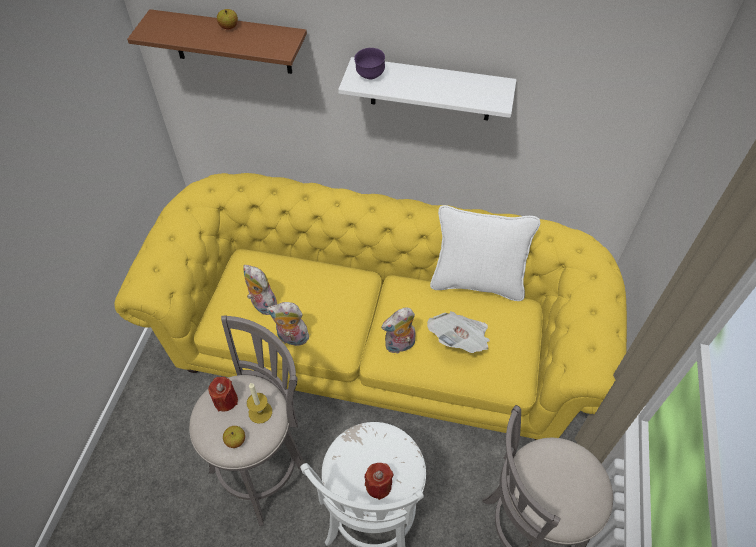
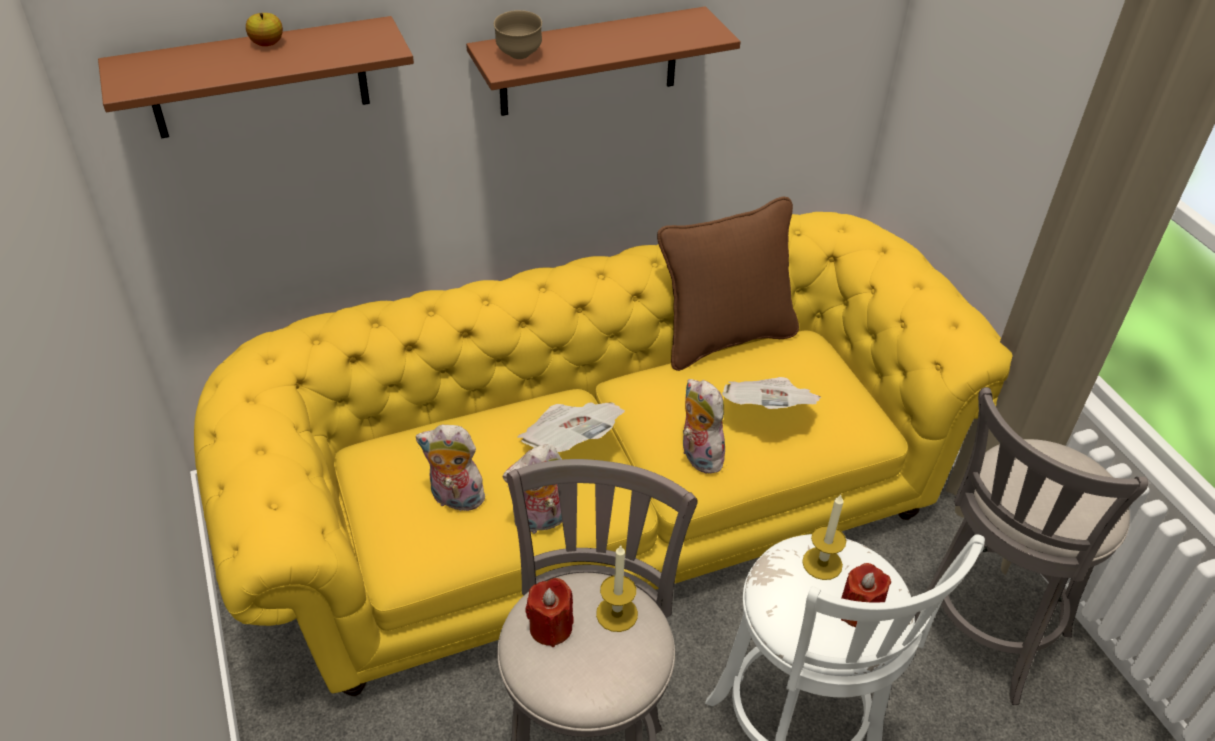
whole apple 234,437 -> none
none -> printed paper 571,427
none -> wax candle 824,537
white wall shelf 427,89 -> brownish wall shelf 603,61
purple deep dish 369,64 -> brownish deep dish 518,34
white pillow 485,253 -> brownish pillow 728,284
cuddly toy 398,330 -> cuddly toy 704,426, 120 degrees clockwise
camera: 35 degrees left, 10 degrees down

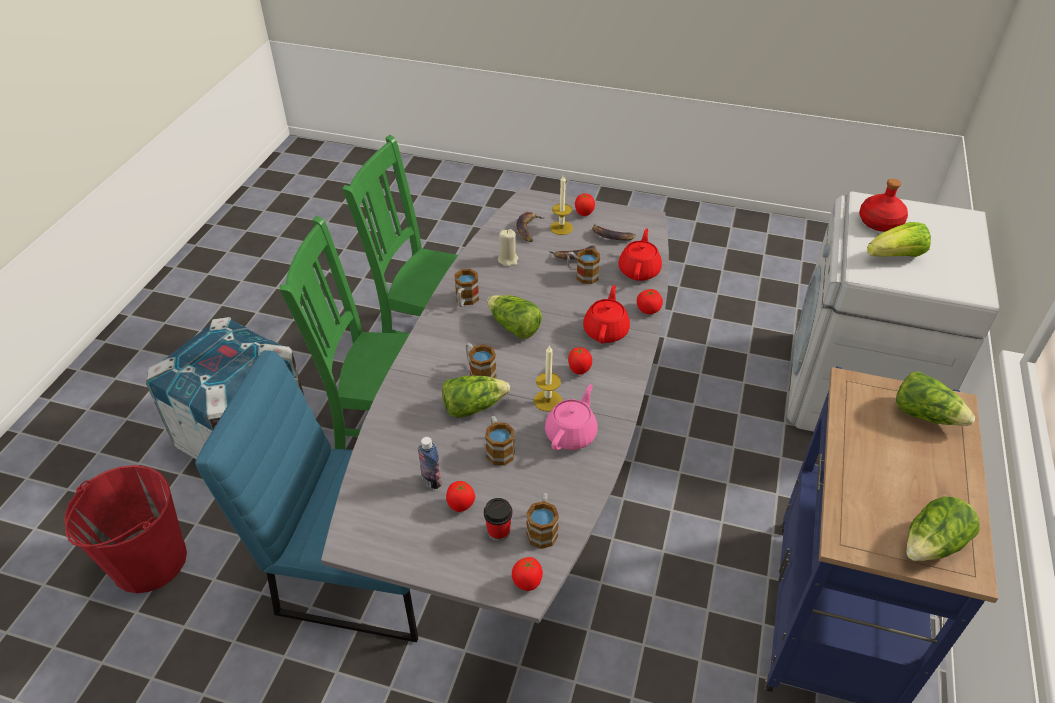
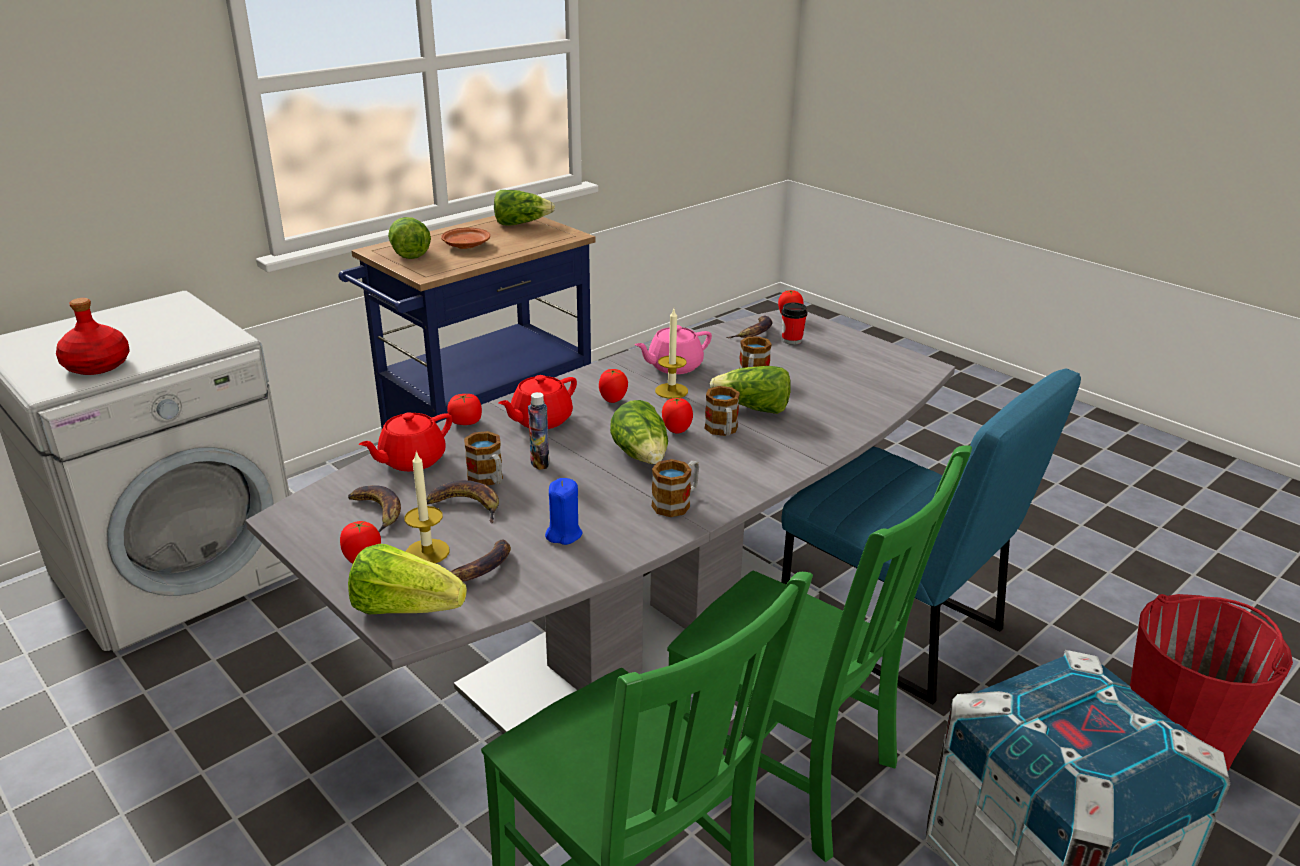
none -> brownish plate 465,238
drink bottle 430,463 -> drink bottle 538,431, moved
tomato 460,496 -> tomato 677,416, moved
lettuce head 899,239 -> lettuce head 407,579, moved
tea mug 542,521 -> banana 749,327
beige wax candle 508,248 -> blue-coloured wax candle 564,511
camera: 150 degrees left, 15 degrees down

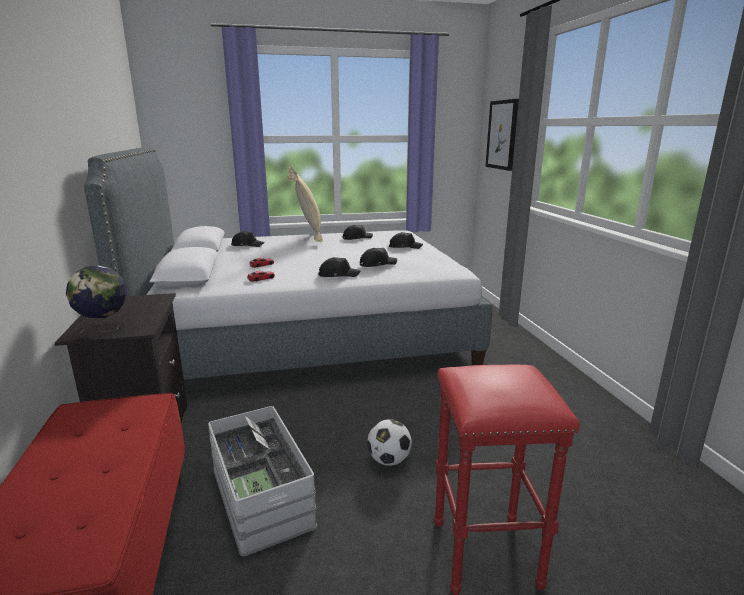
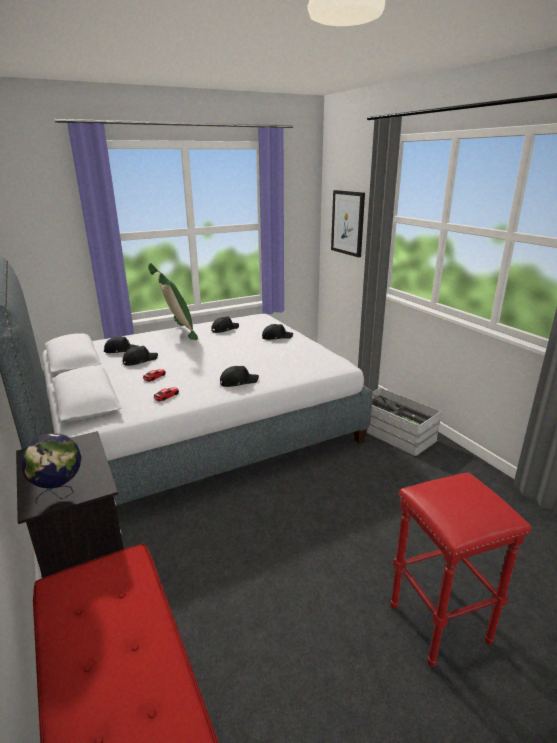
ball for football 389,442 -> none
greyish storage box 263,481 -> greyish storage box 404,422, moved
blackish baseball cap 378,257 -> blackish baseball cap 140,356, moved
beige pillow 305,204 -> green-coloured pillow 173,301
camera: 15 degrees left, 5 degrees up

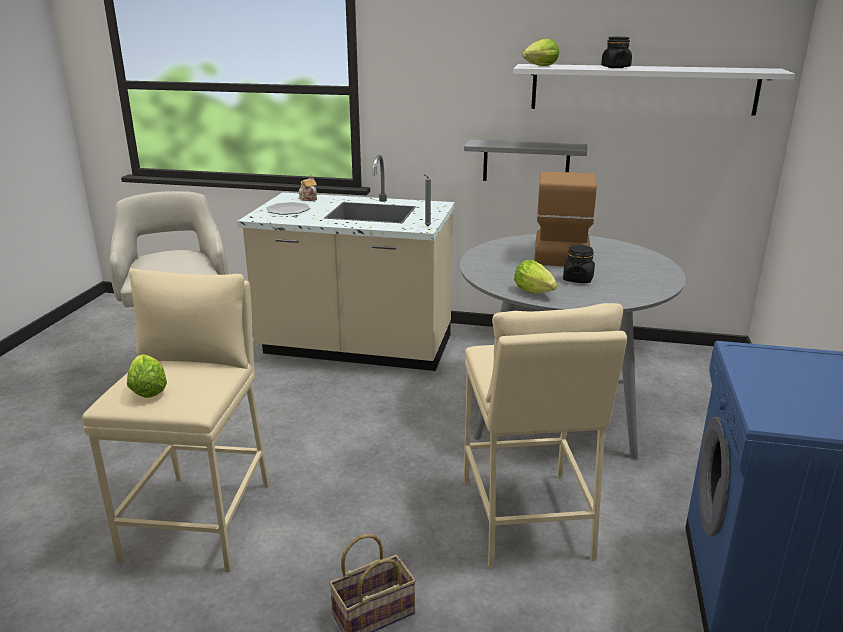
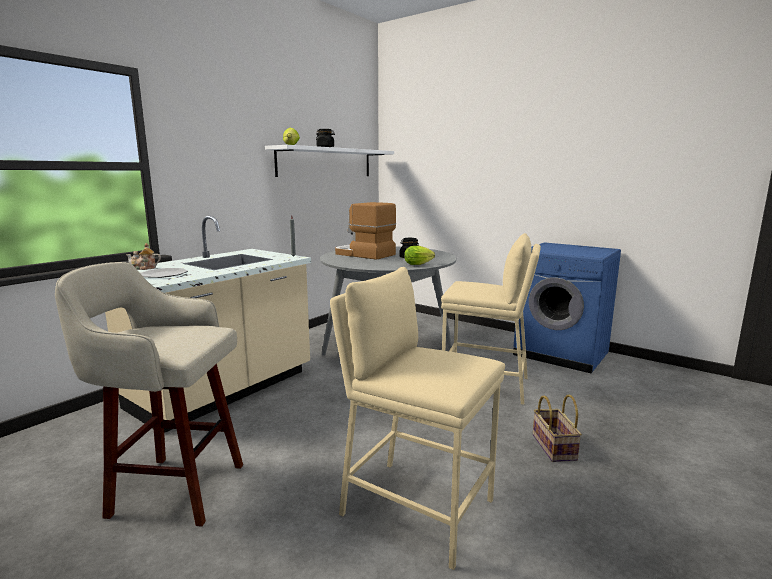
lettuce head 147,376 -> none
greyish wall shelf 525,160 -> none
camera: 65 degrees left, 10 degrees down

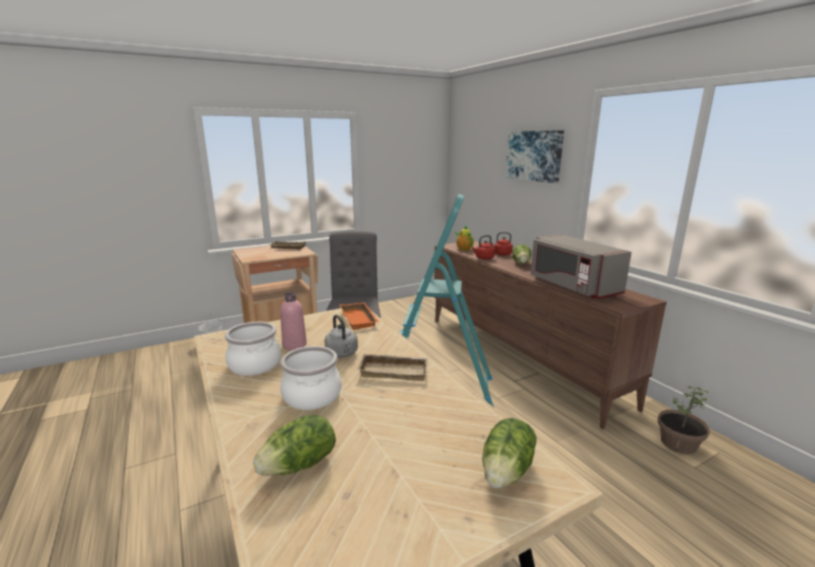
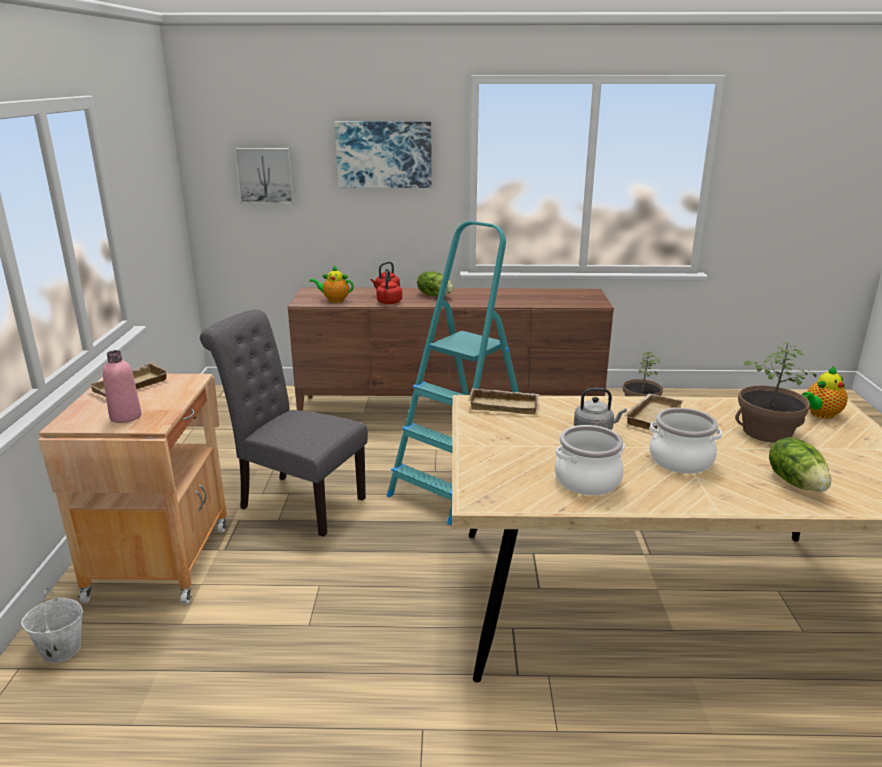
greyish microwave 581,266 -> none
none -> wall picture 264,176
none -> houseplant 776,392
pink drink bottle 293,321 -> pink drink bottle 122,386, moved
lettuce head 509,453 -> tea pot 825,392
orangey tray 359,316 -> beige tray 503,401
camera: 60 degrees left, 5 degrees up

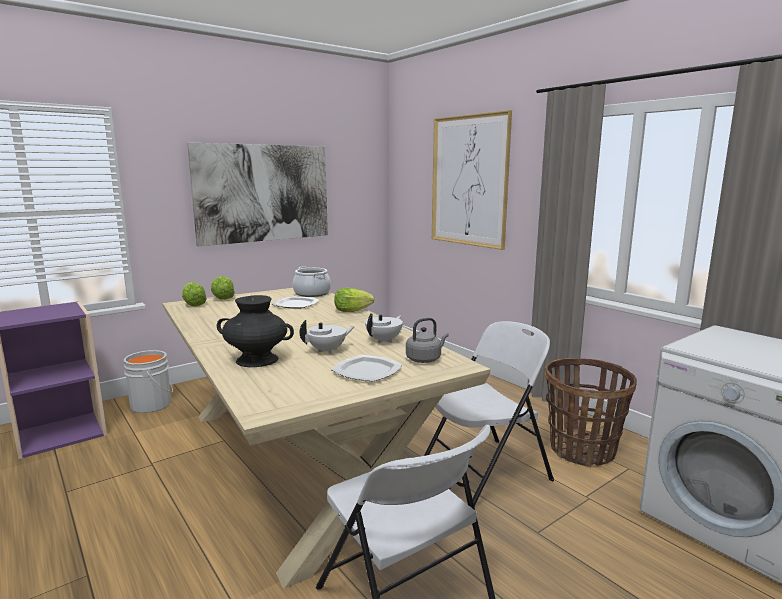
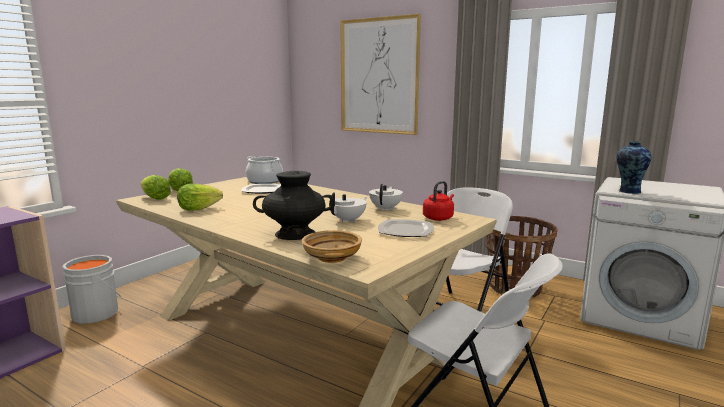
wall picture 257,194 -> none
none -> beige deep dish 332,246
none -> decorative vase 633,167
lettuce head 354,300 -> lettuce head 200,197, moved
greyish tea kettle 427,340 -> reddish tea kettle 438,201
camera: 20 degrees left, 0 degrees up

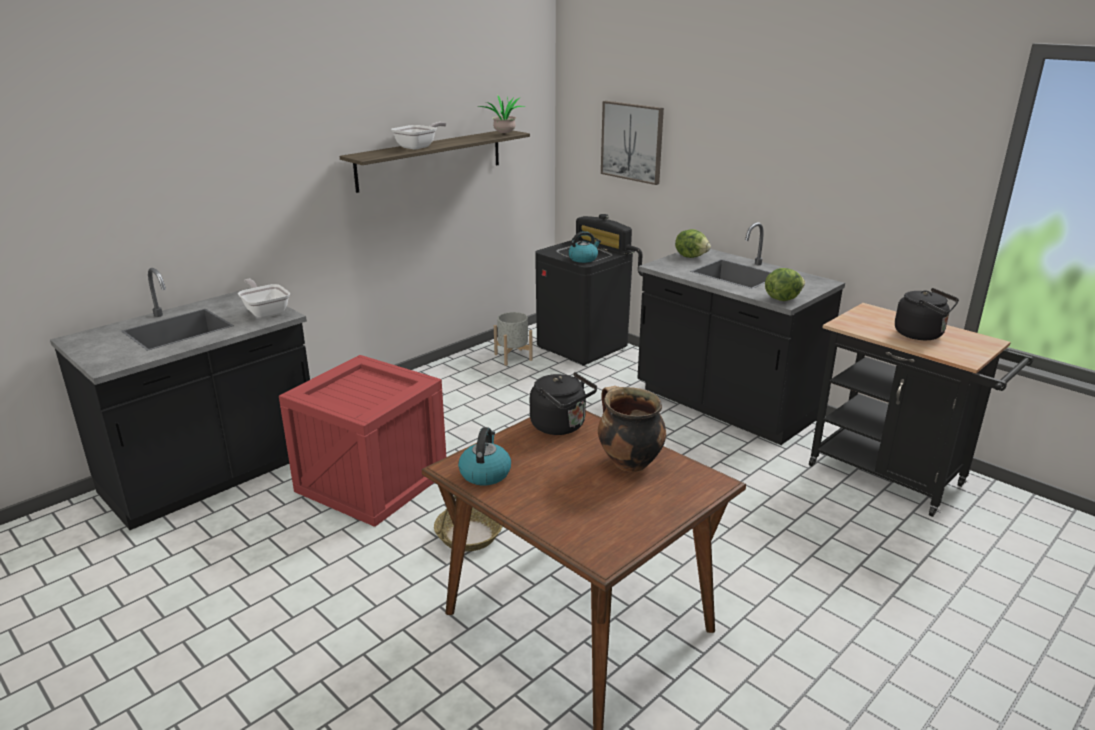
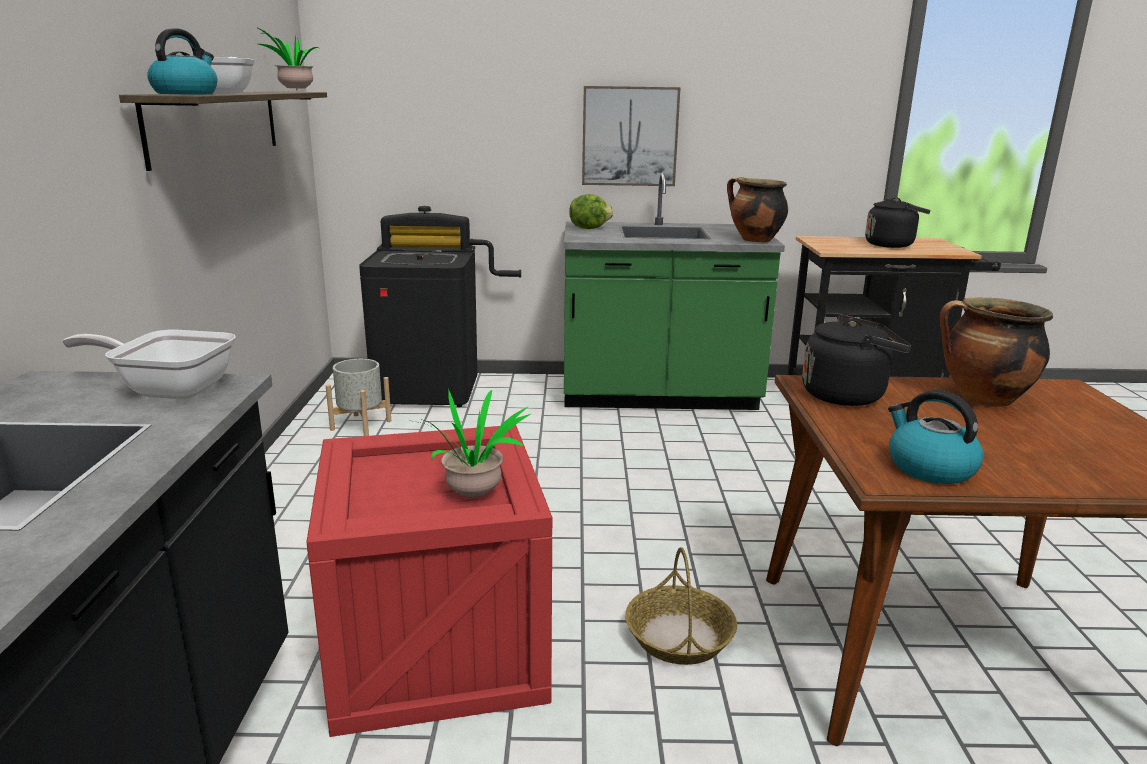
none -> houseplant 472,443
tea kettle 584,247 -> tea kettle 182,61, moved
wall picture 632,143 -> wall picture 631,136, moved
lettuce head 785,284 -> cooking pot 757,209
blackish counter 741,333 -> green-coloured counter 674,291
camera: 45 degrees left, 5 degrees down

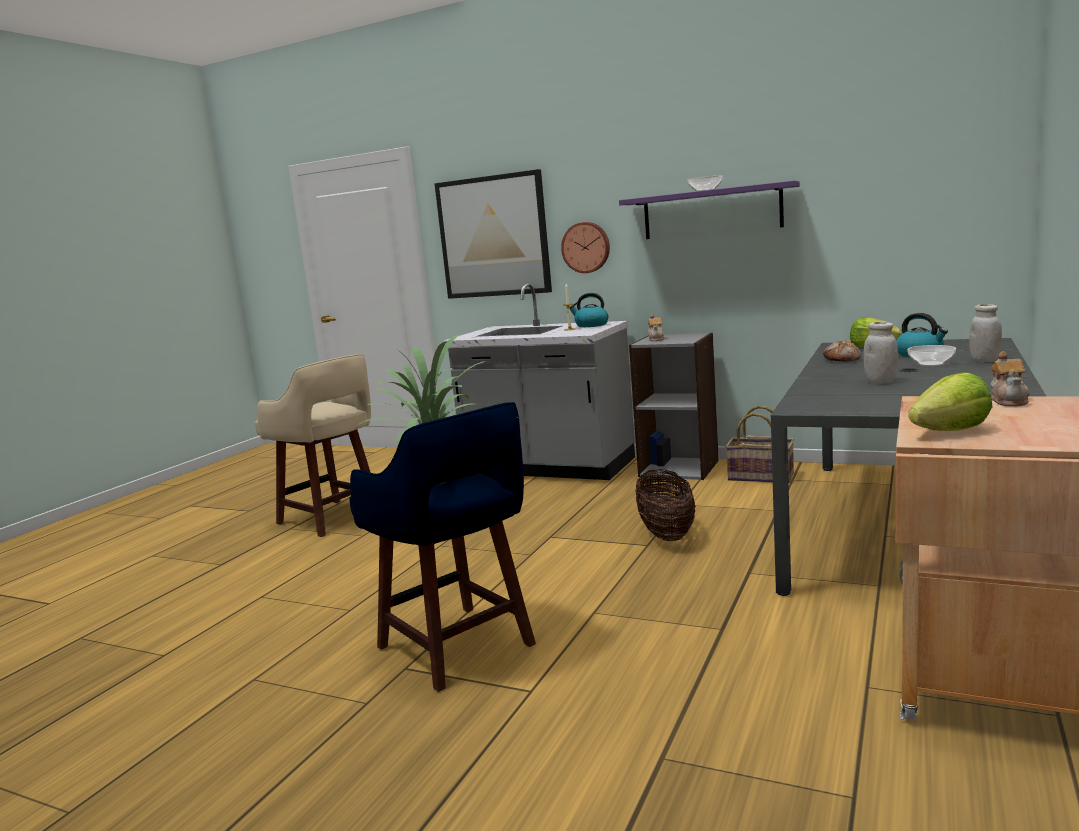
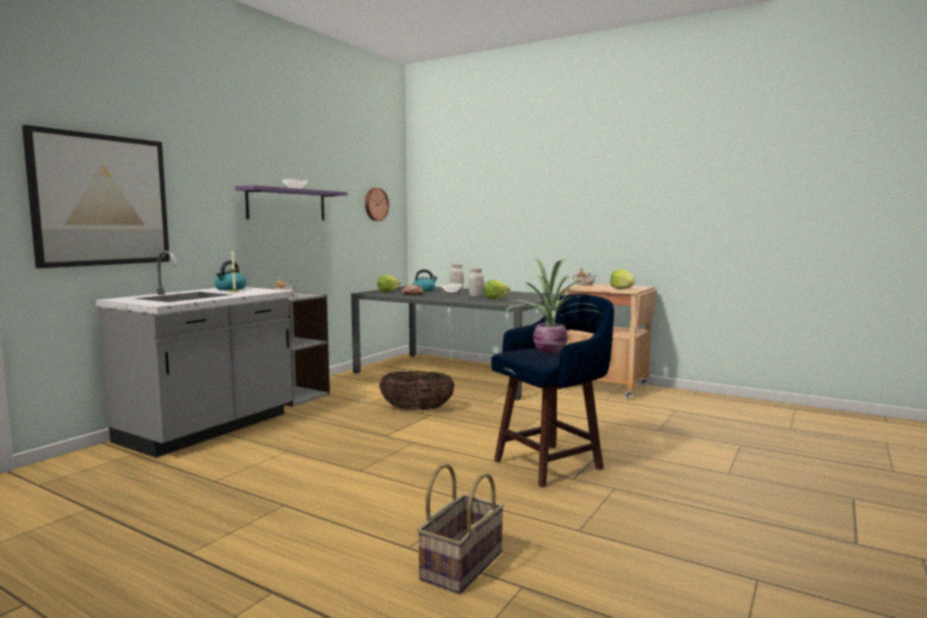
beige stool seat 313,445 -> none
none -> lettuce head 497,289
clock on the wall 585,247 -> clock on the wall 377,204, moved
storage basket 759,444 -> storage basket 460,528, moved
camera: 85 degrees left, 5 degrees down

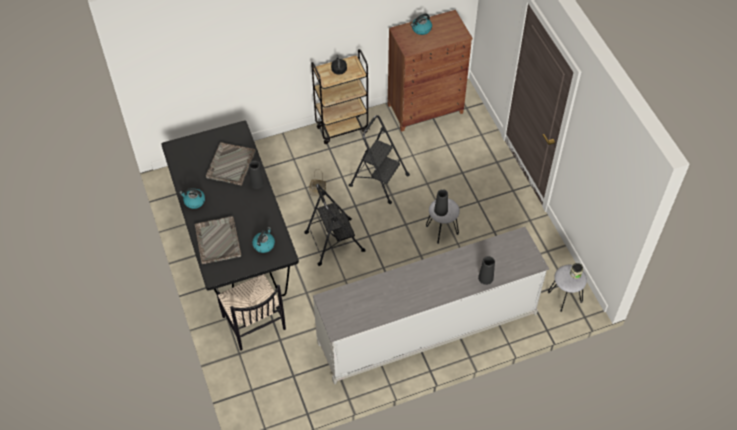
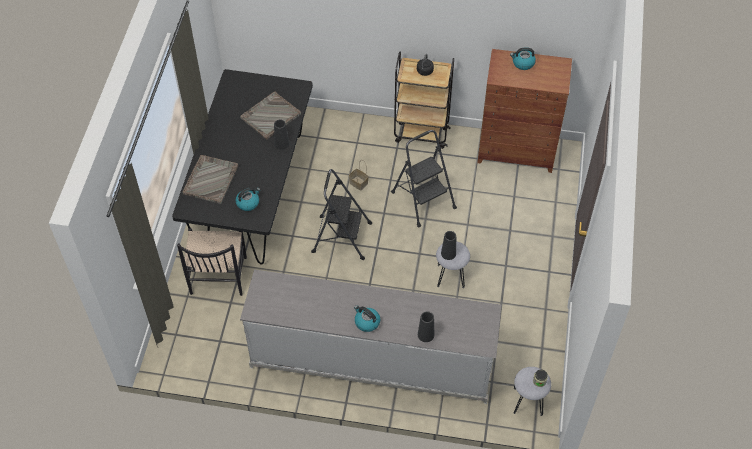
tea kettle 192,198 -> tea kettle 367,318, moved
camera: 30 degrees right, 0 degrees up

